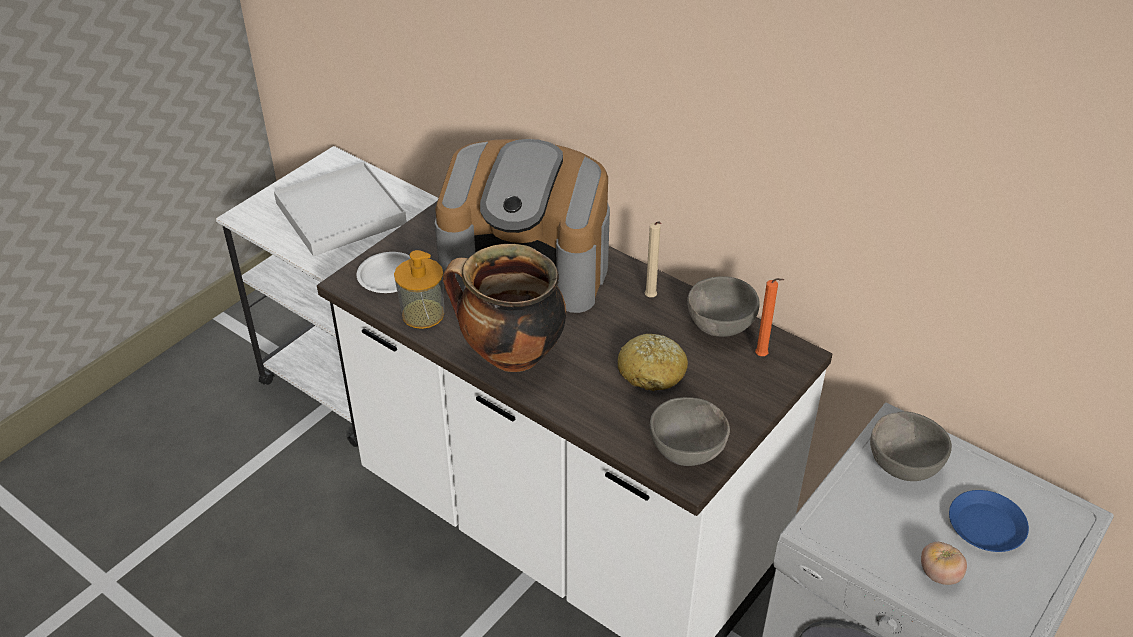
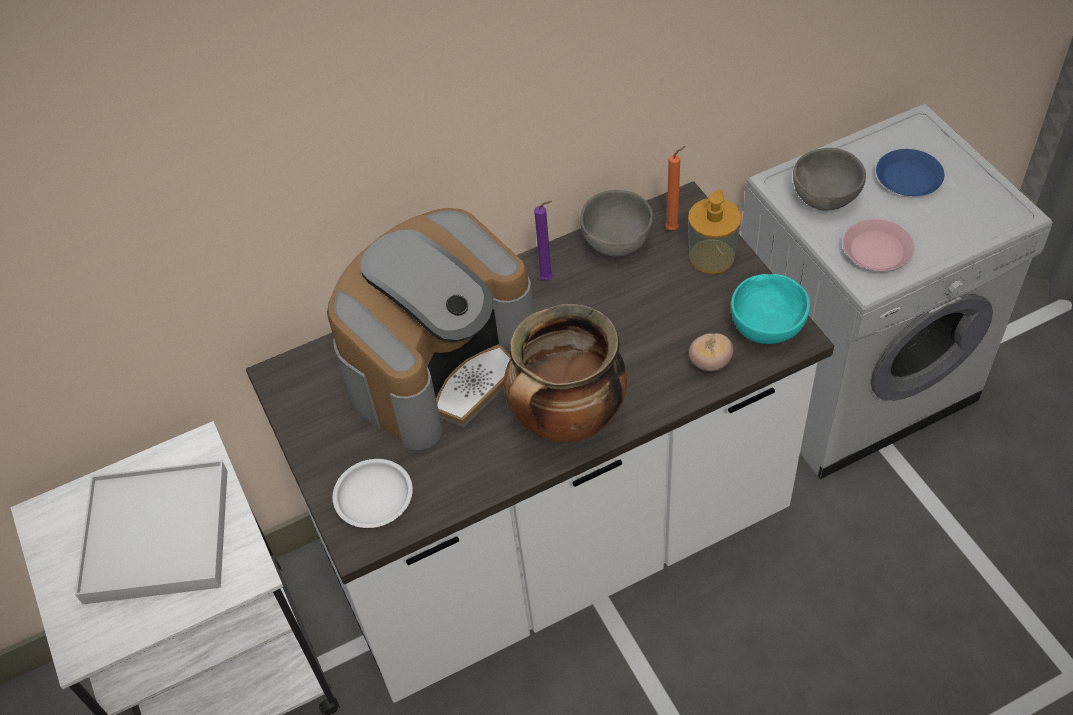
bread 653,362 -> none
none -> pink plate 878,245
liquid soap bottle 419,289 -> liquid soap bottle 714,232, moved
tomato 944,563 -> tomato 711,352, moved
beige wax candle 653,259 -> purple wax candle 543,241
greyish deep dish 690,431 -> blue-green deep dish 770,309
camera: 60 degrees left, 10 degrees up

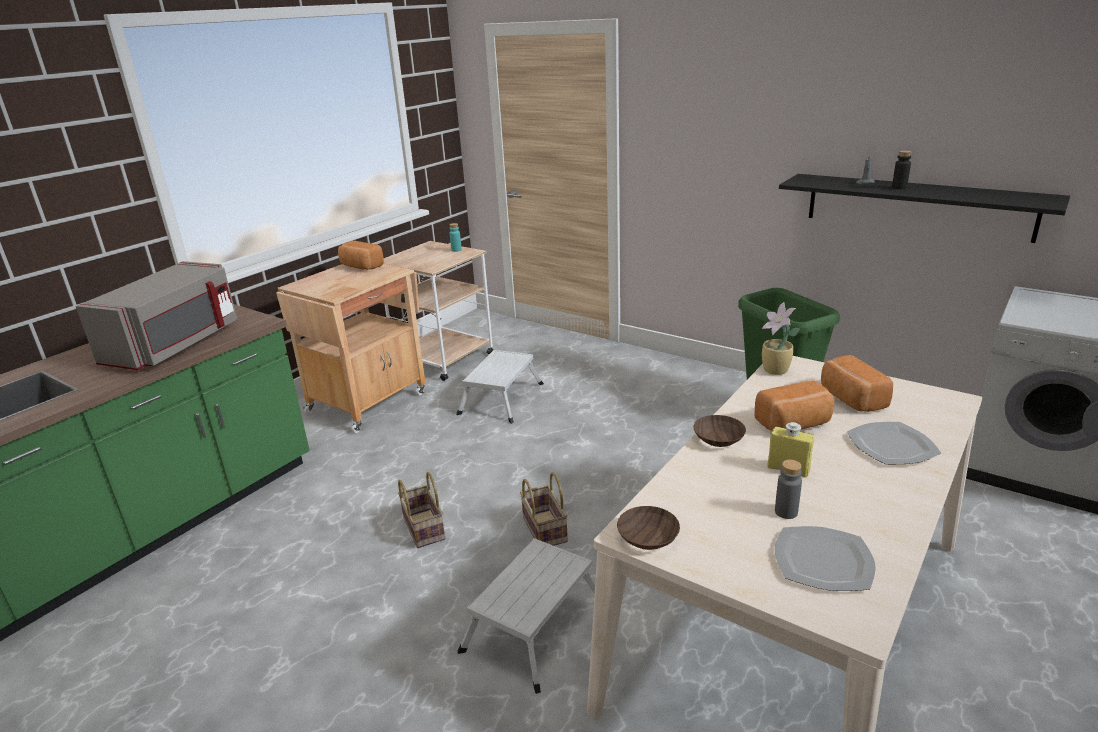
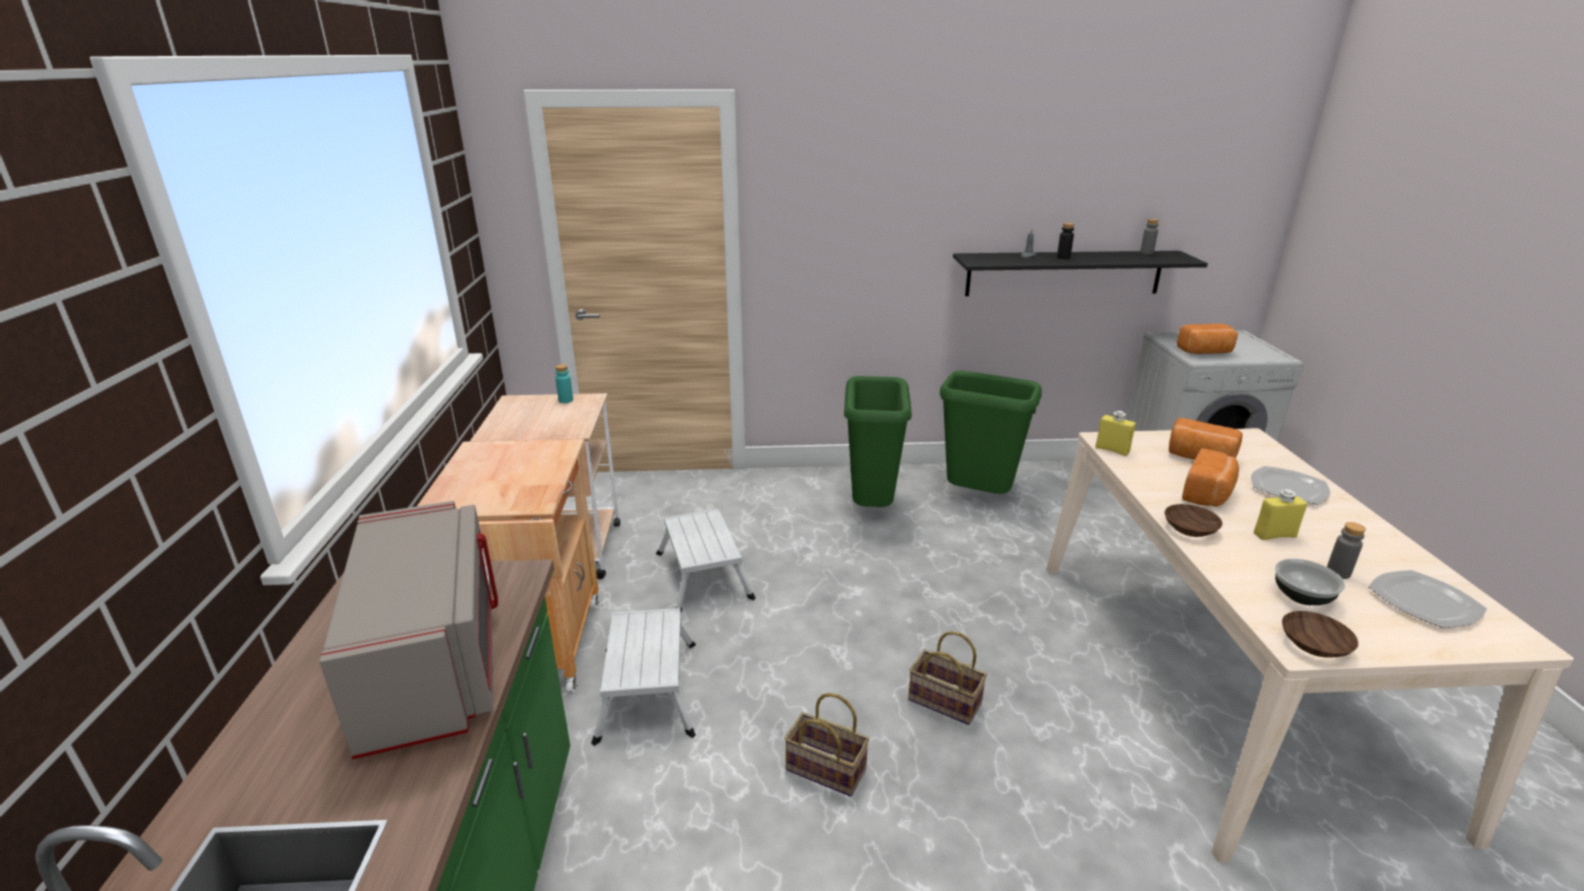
none -> green-coloured rubbish bin 878,441
none -> greyish drink bottle 1149,236
none -> deep dish 1310,582
bread 361,255 -> bread 1207,339, moved
white step stool 526,616 -> white step stool 643,677, moved
houseplant 781,338 -> yellow drink bottle 1115,433
camera: 40 degrees left, 0 degrees up

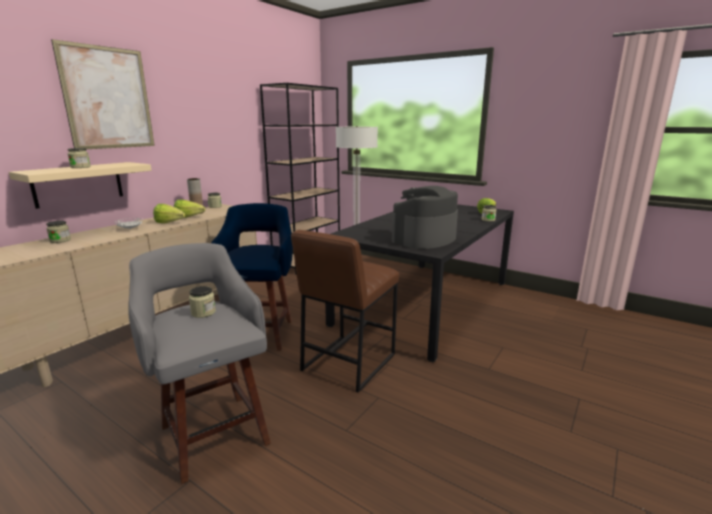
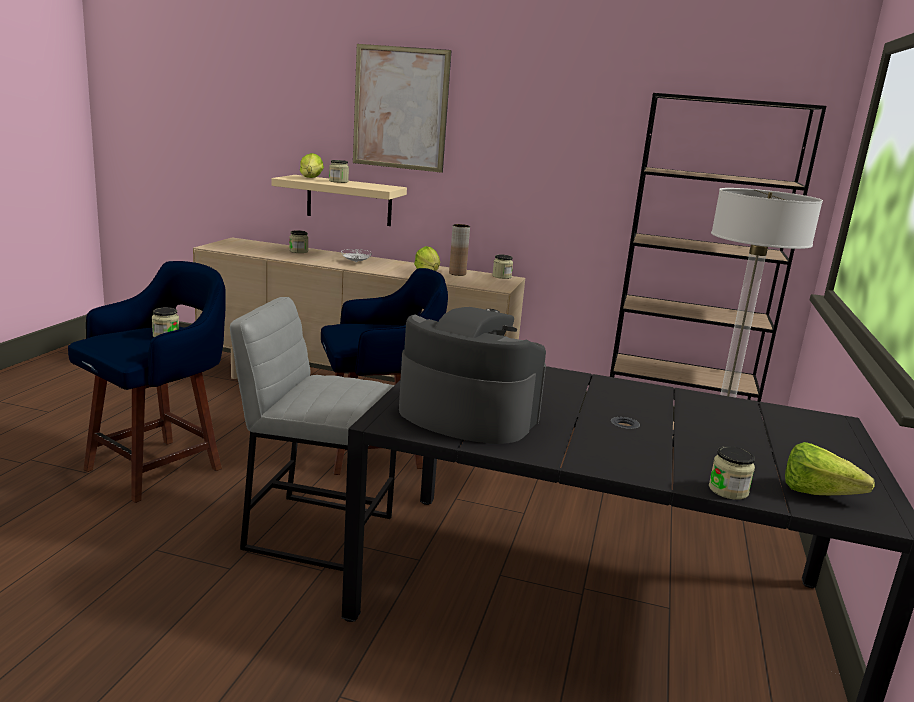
lettuce head 169,213 -> lettuce head 312,165, moved
greyish stool seat 199,363 -> blue-coloured stool seat 147,382
brownish upright chair 345,311 -> greyish upright chair 313,434
camera: 70 degrees right, 0 degrees up

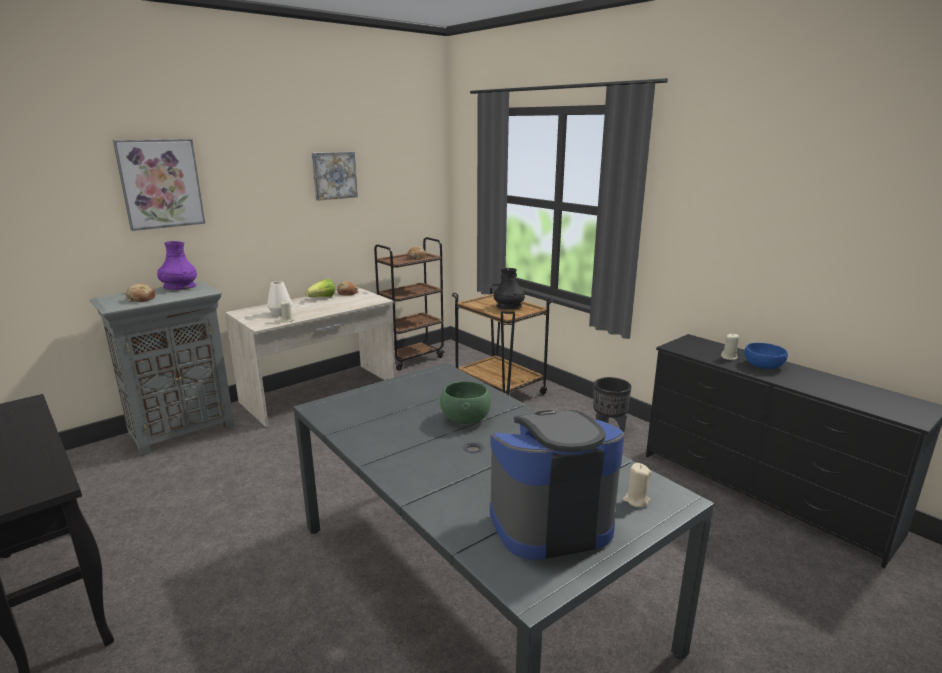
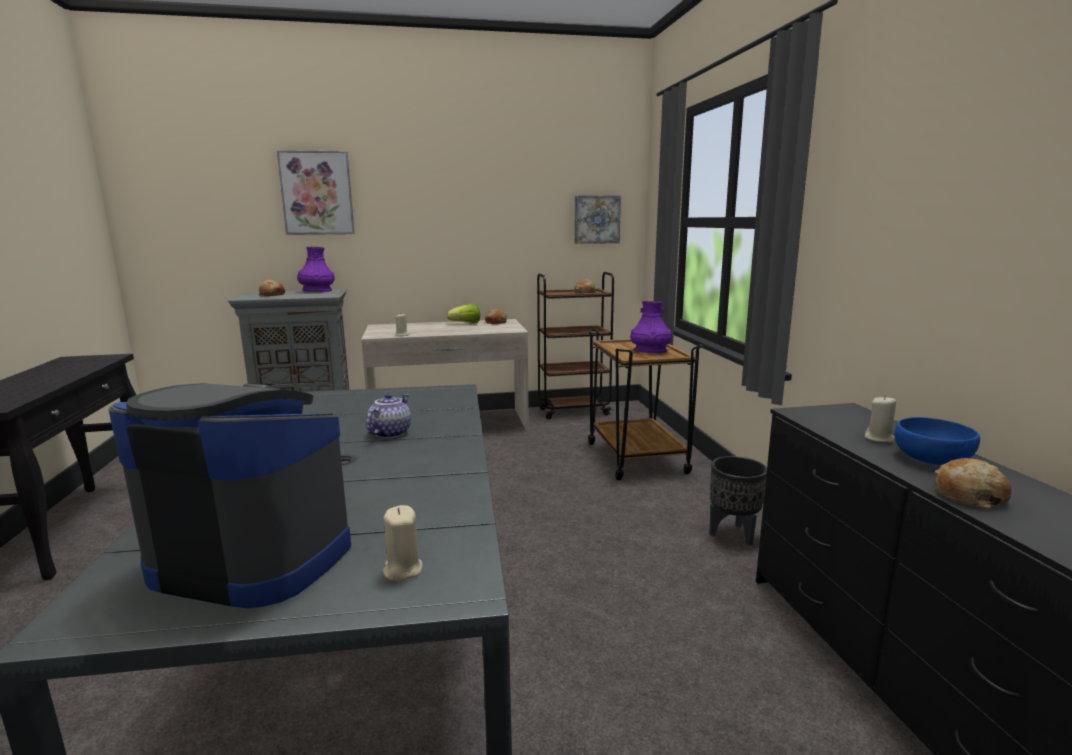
white decorative vase 279,298 -> none
none -> bread 972,483
wall picture 335,176 -> wall picture 597,220, moved
green-coloured deep dish 465,402 -> tea pot 388,415
blackish decorative vase 509,288 -> purple decorative vase 651,327
camera: 30 degrees right, 5 degrees down

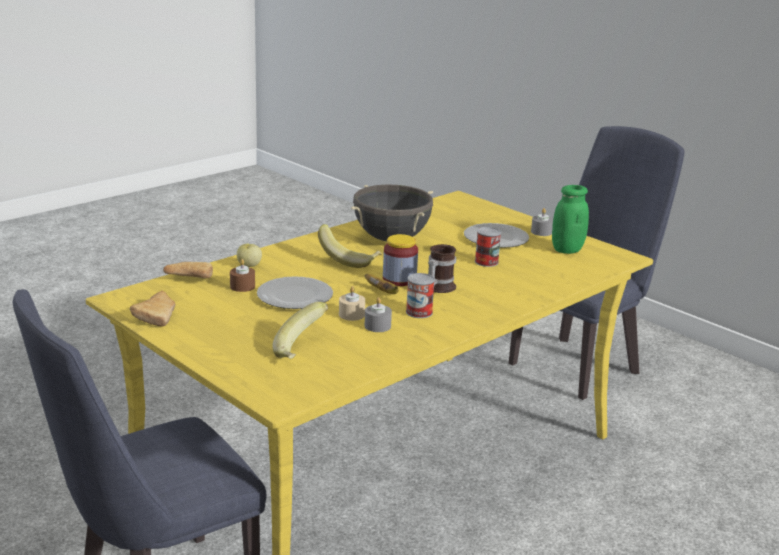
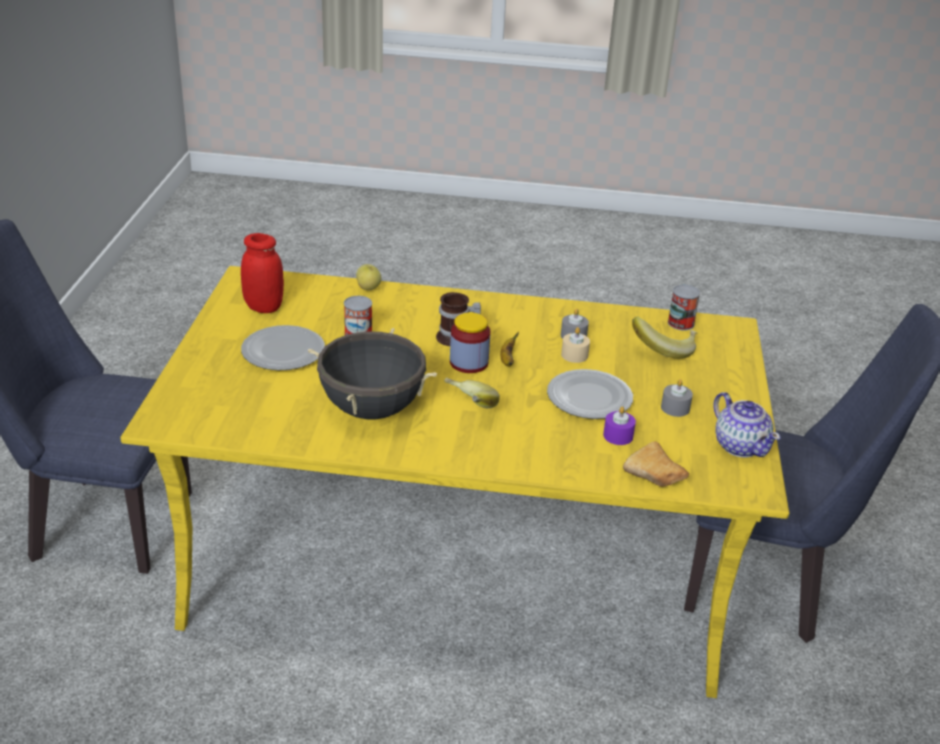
whole apple 249,255 -> whole apple 368,277, moved
sealed can 420,295 -> sealed can 684,307, moved
greyish wax candle 542,222 -> greyish wax candle 677,398, moved
bread 152,308 -> tea pot 746,424
brownish wax candle 242,275 -> purple wax candle 619,425
green-coloured jar 570,219 -> reddish jar 262,273
camera: 130 degrees left, 10 degrees up

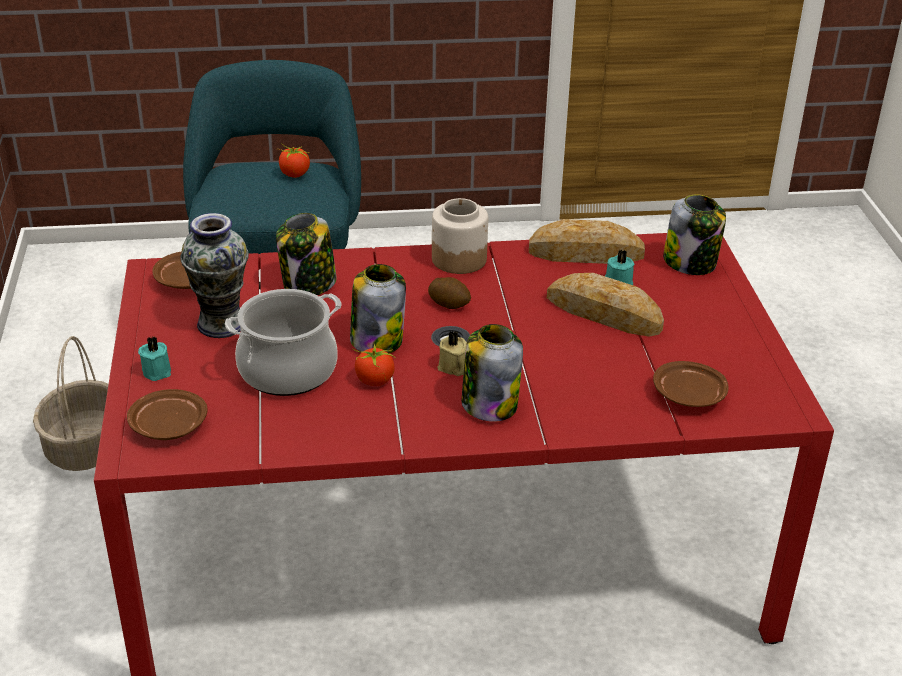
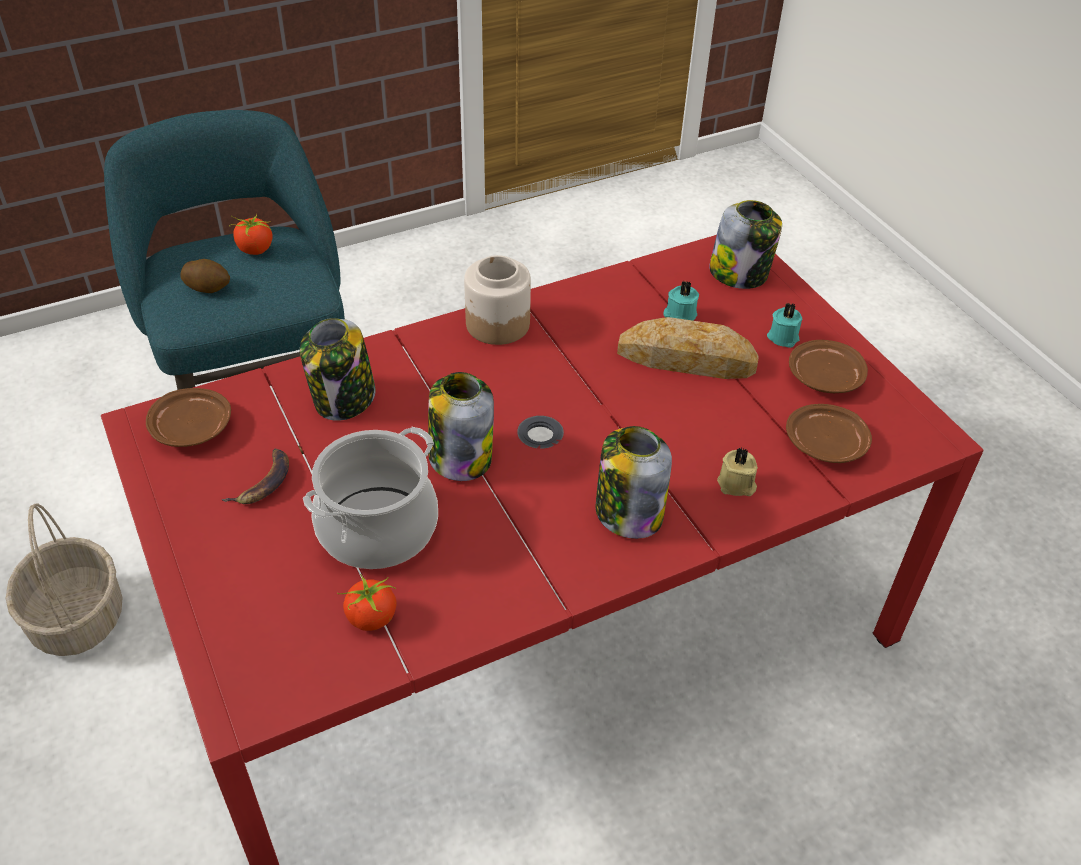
bread 587,241 -> none
brownish plate 167,414 -> brownish plate 828,366, moved
blue-green wax candle 154,359 -> blue-green wax candle 785,325, moved
tomato 374,365 -> tomato 366,602, moved
spud 449,293 -> spud 205,276, moved
beige wax candle 452,353 -> beige wax candle 737,471, moved
decorative vase 214,275 -> banana 255,476
camera: 20 degrees left, 10 degrees up

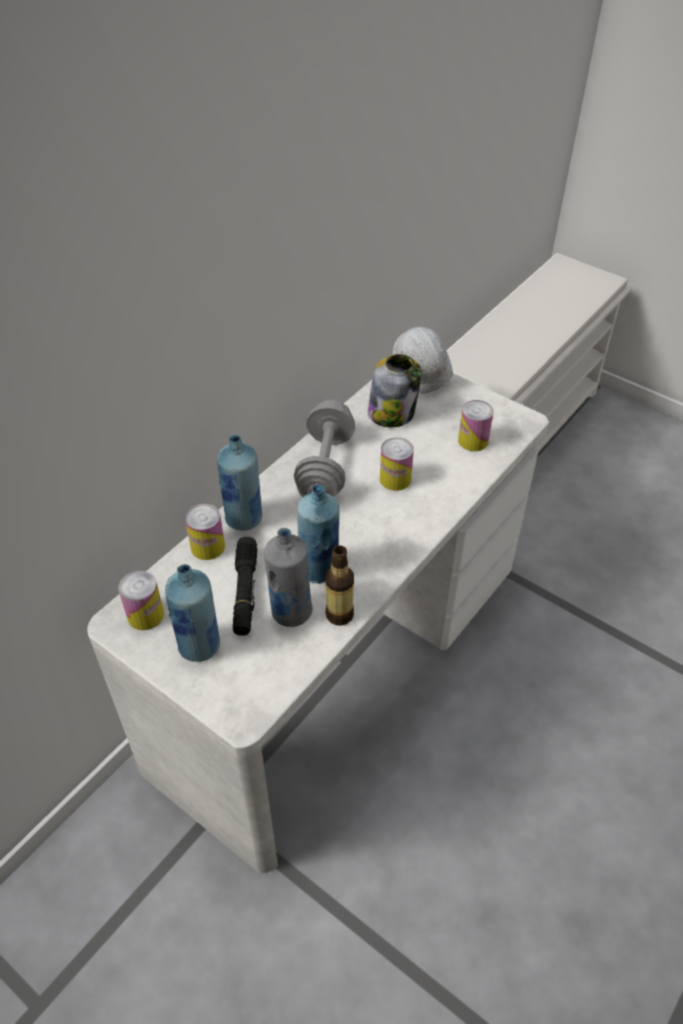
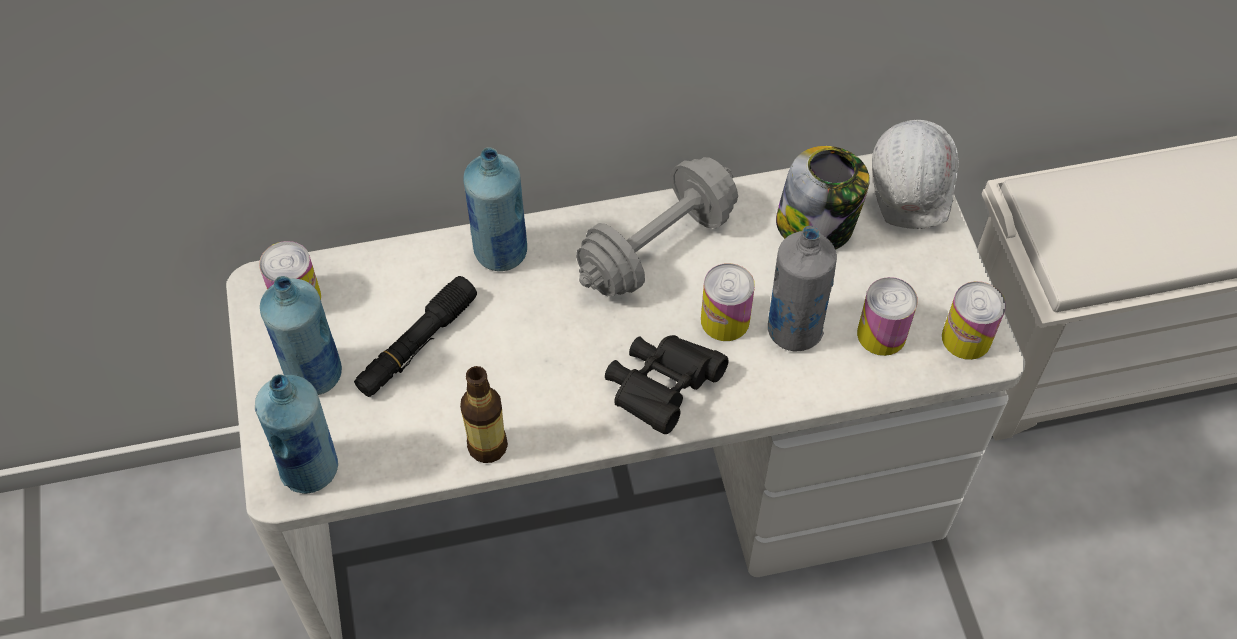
none -> blackish pair of binoculars 666,384
sealed can 205,532 -> sealed can 974,320, moved
greyish drink bottle 288,577 -> greyish drink bottle 802,289, moved
blue-coloured drink bottle 318,534 -> blue-coloured drink bottle 296,434, moved
camera: 40 degrees right, 10 degrees up

